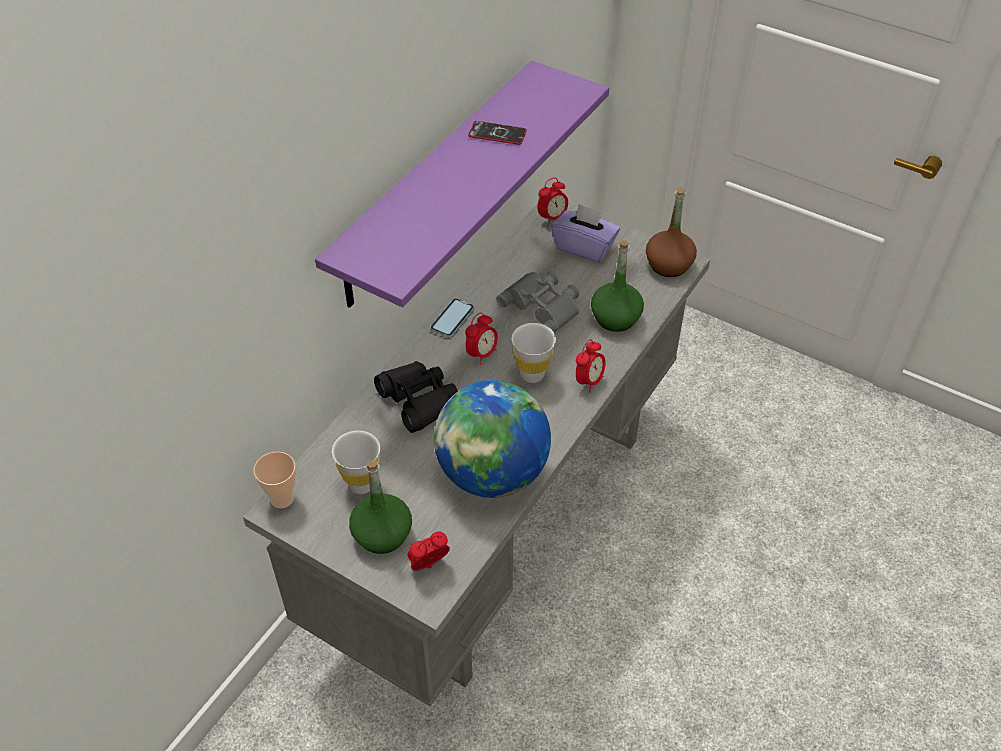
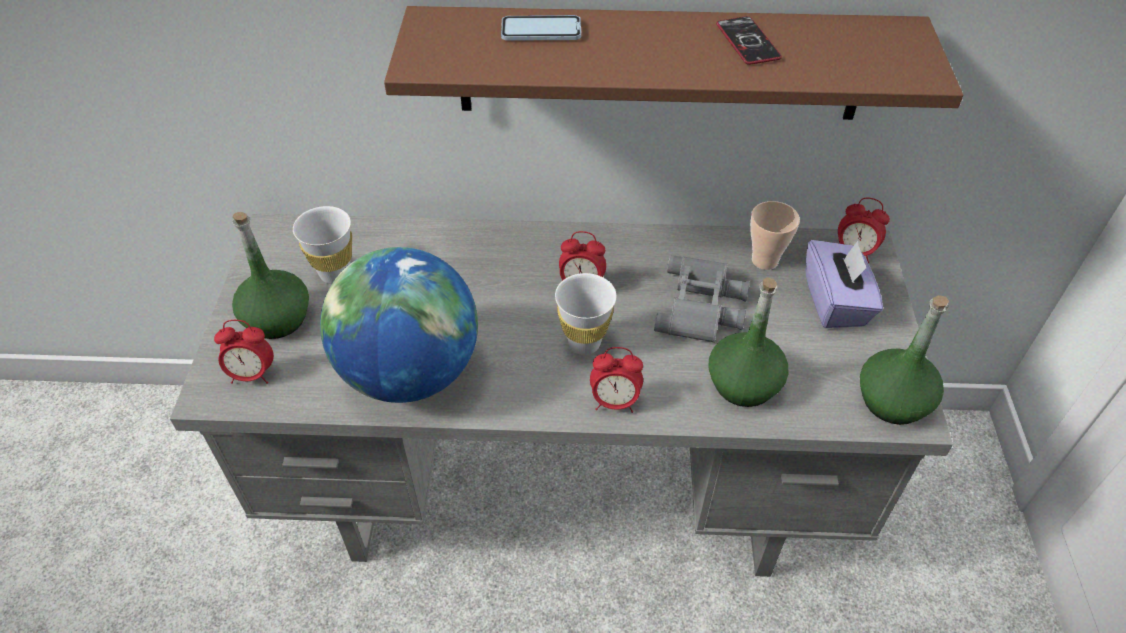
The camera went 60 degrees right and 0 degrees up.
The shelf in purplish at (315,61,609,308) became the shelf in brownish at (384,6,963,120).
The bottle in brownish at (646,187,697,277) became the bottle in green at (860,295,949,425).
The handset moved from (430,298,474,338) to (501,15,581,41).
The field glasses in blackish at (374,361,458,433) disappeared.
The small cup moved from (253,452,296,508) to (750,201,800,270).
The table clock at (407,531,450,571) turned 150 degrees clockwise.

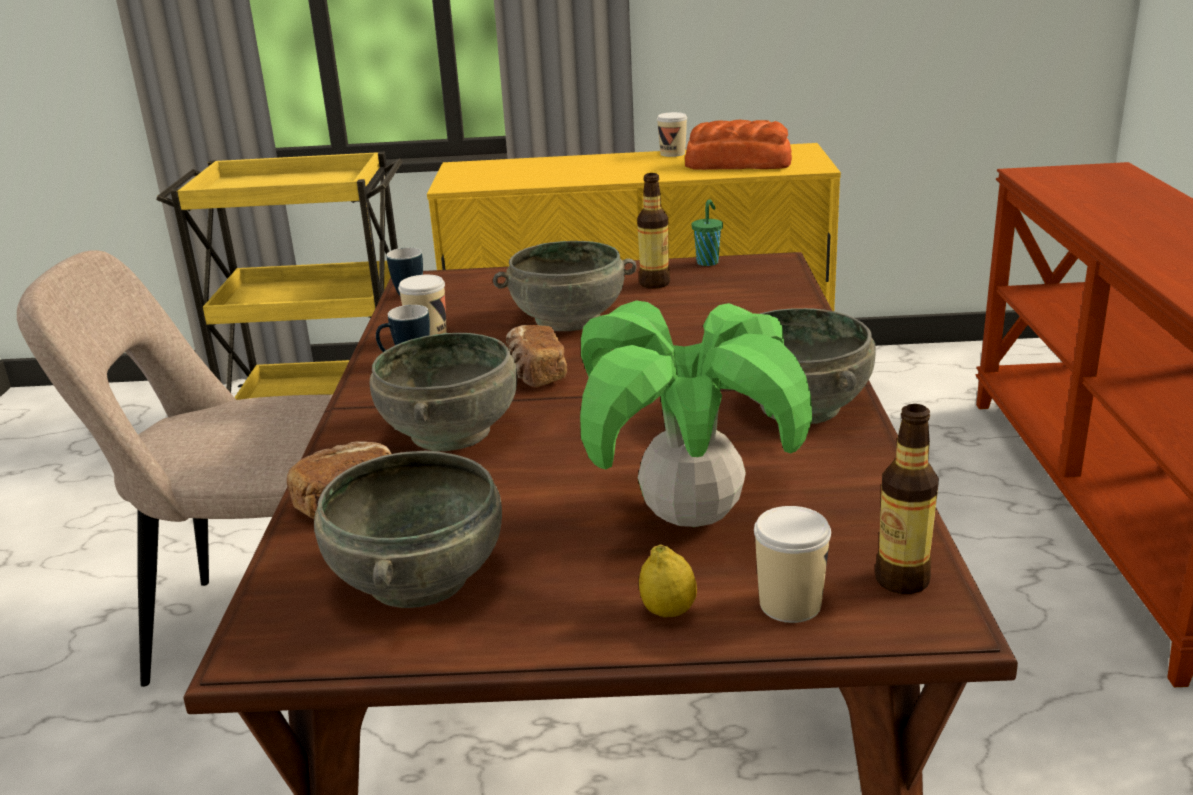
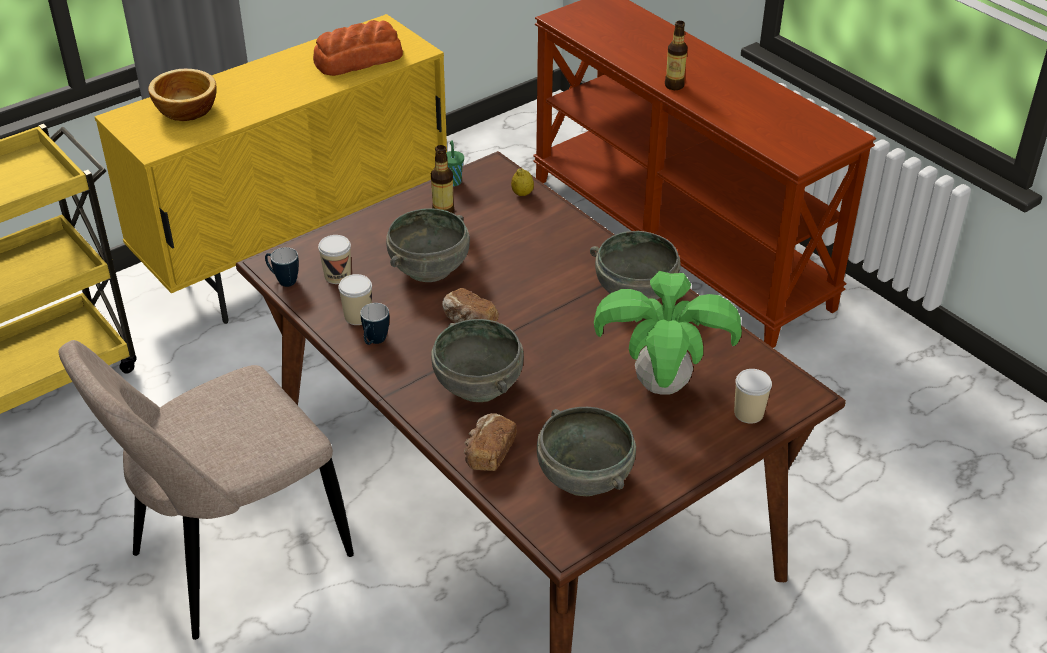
The camera went 40 degrees left and 15 degrees up.
The small cup moved from (657,112,687,157) to (318,235,351,284).
The bottle moved from (875,404,939,594) to (665,21,687,90).
The citrus fruit moved from (639,545,697,618) to (511,168,534,196).
The deep dish at (148,69,217,121) appeared.

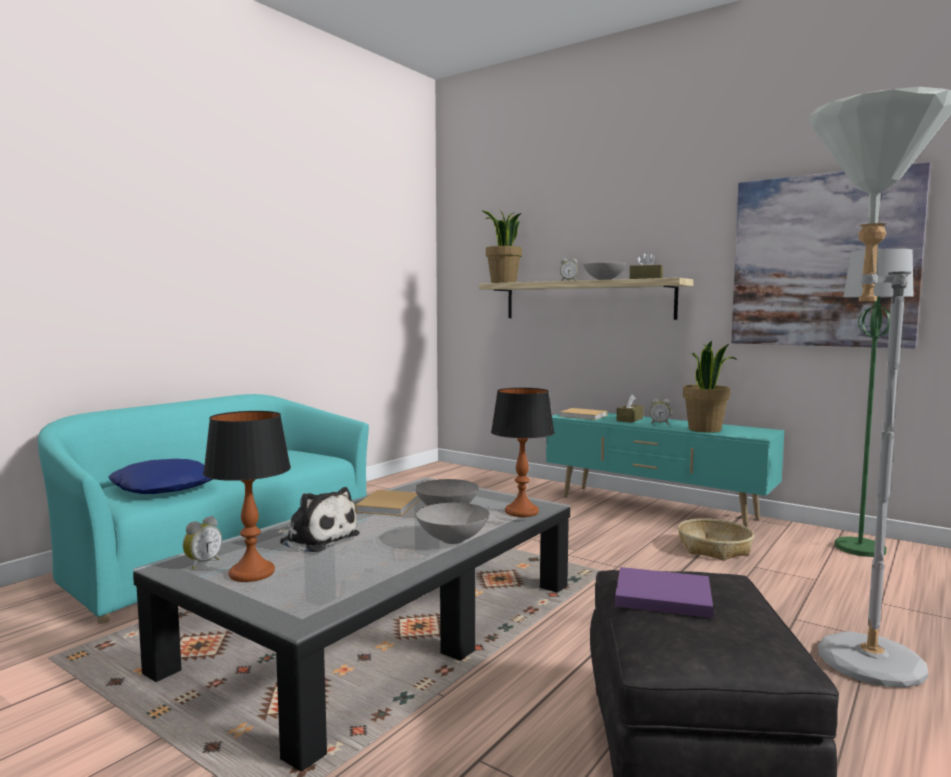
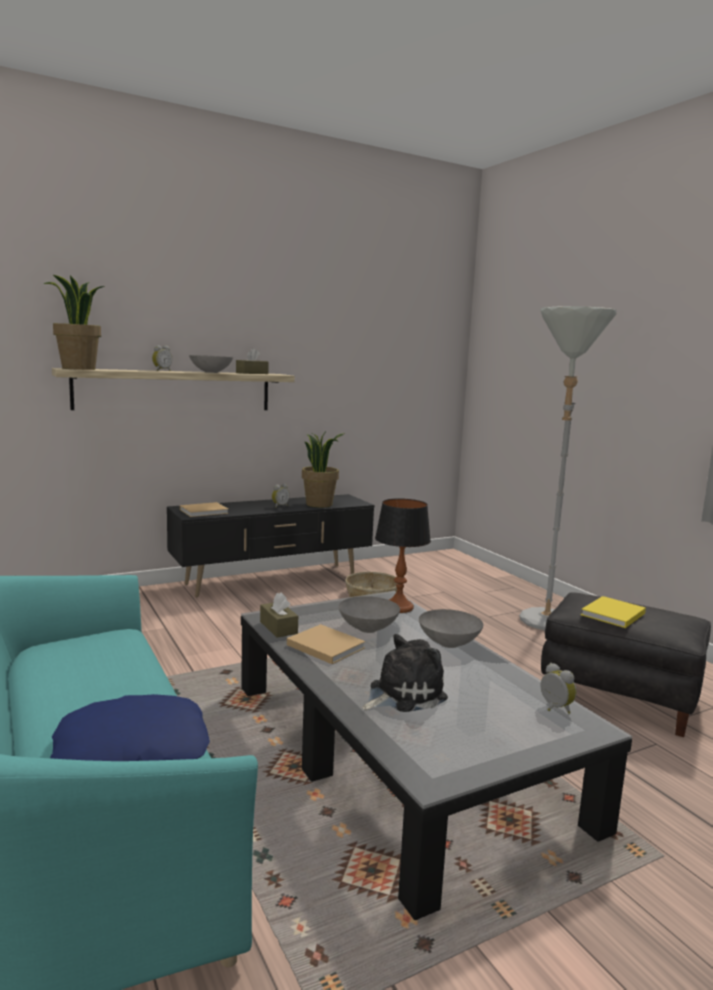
The camera went 65 degrees left and 5 degrees up.
The picture at (731,162,930,348) disappeared.
The standing lamp in green at (835,249,914,557) disappeared.
The tissue holder in brownish moved from (617,395,643,423) to (260,593,298,638).
The tabletop lamp at (203,411,291,582) disappeared.
The tv stand in turquoise-coloured at (546,413,785,527) became the tv stand in blackish at (167,494,375,597).
The table clock moved from (183,516,222,569) to (541,663,576,714).
The book in purplish at (615,567,713,618) became the book in yellow at (581,596,646,628).

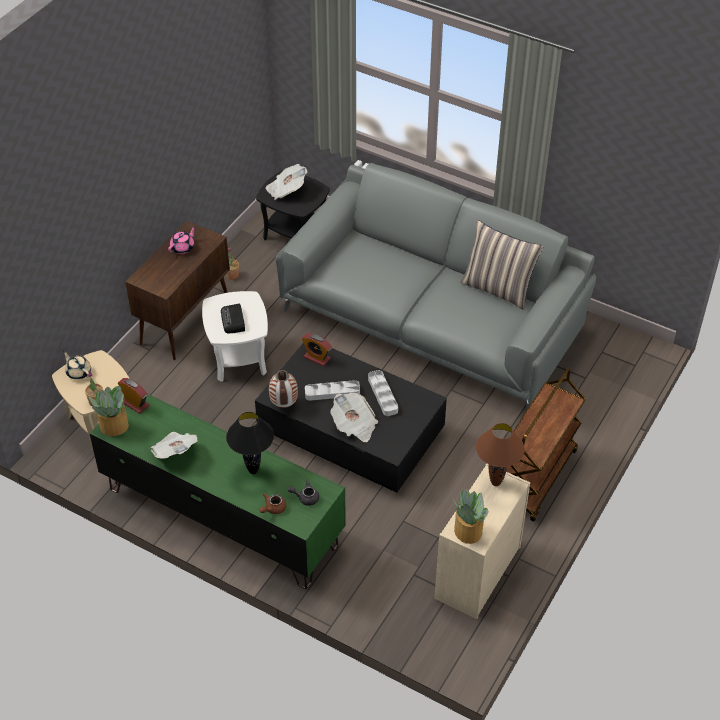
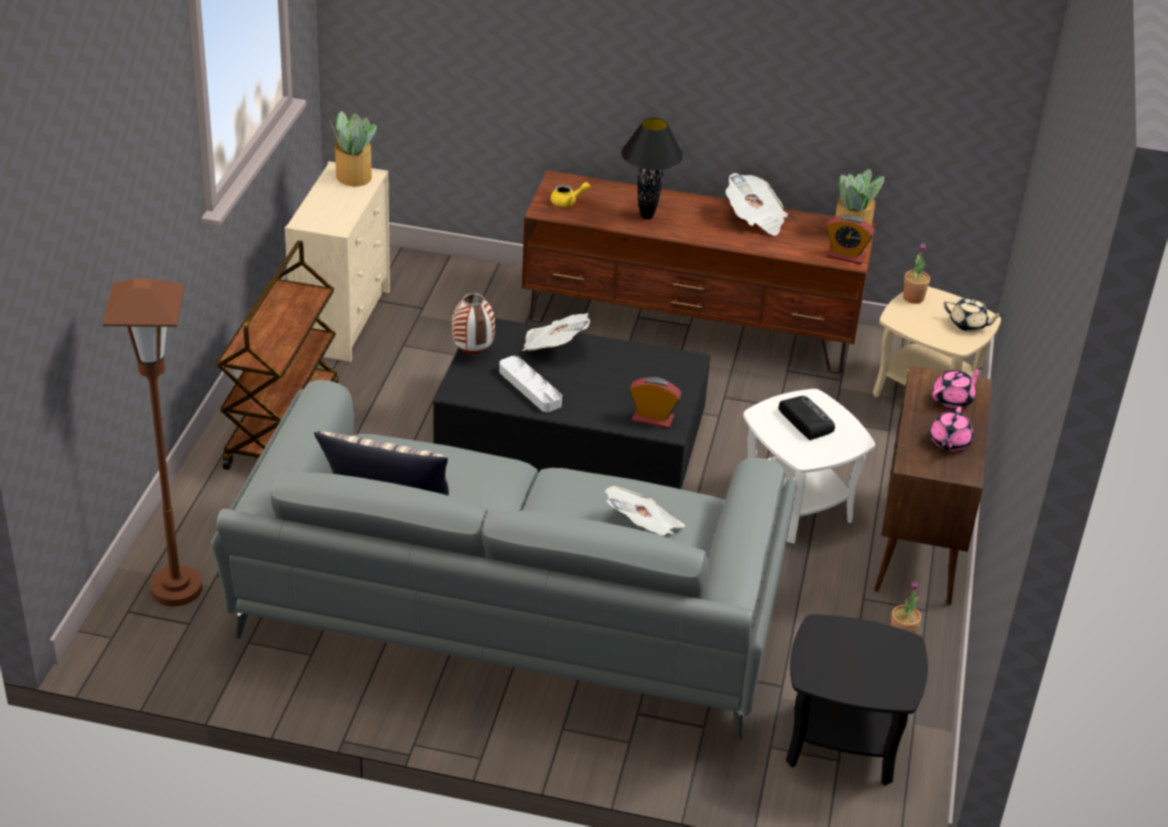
The camera went 160 degrees right and 10 degrees down.
The printed paper moved from (266,164,307,200) to (605,486,685,536).
The flower vase moved from (269,370,298,408) to (452,292,495,354).
The carrying tray in gray at (305,380,360,401) disappeared.
The tv stand in green at (89,394,346,589) became the tv stand in brownish at (522,170,876,374).
The tabletop lamp in brownish at (476,423,525,486) disappeared.
The tea pot in gray at (288,480,319,506) became the tea pot in yellow at (550,182,590,207).
The tea pot in brownish at (259,493,286,514) disappeared.
The standing lamp in brownish at (103,279,202,606) appeared.
The tea pot in pinkish at (932,367,982,408) appeared.

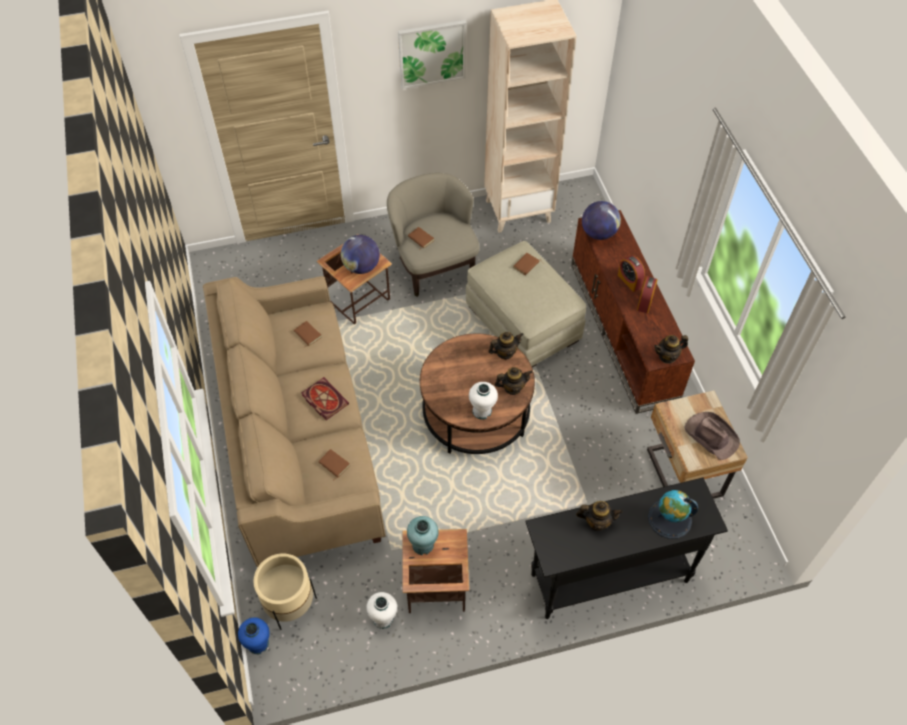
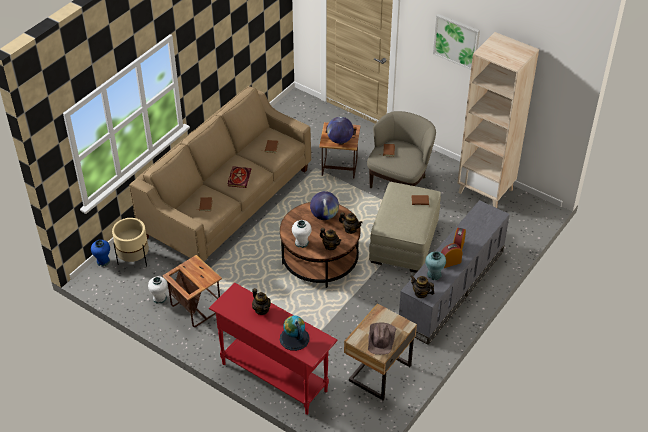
The camera went 50 degrees right and 10 degrees down.
The world globe moved from (582,201,621,240) to (310,191,339,220).
The tv stand in brownish at (571,210,695,414) became the tv stand in gray at (399,200,510,345).
The hall table in blackish at (525,478,728,619) became the hall table in red at (209,283,338,415).
The flower vase in turquoise-coloured moved from (407,516,439,555) to (425,251,446,280).

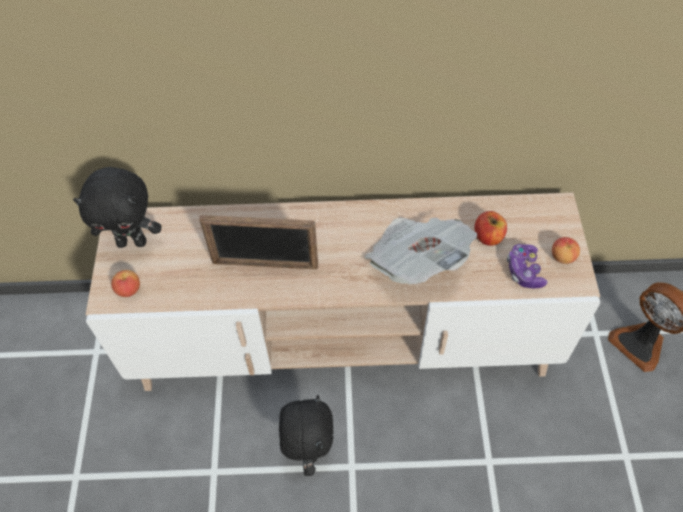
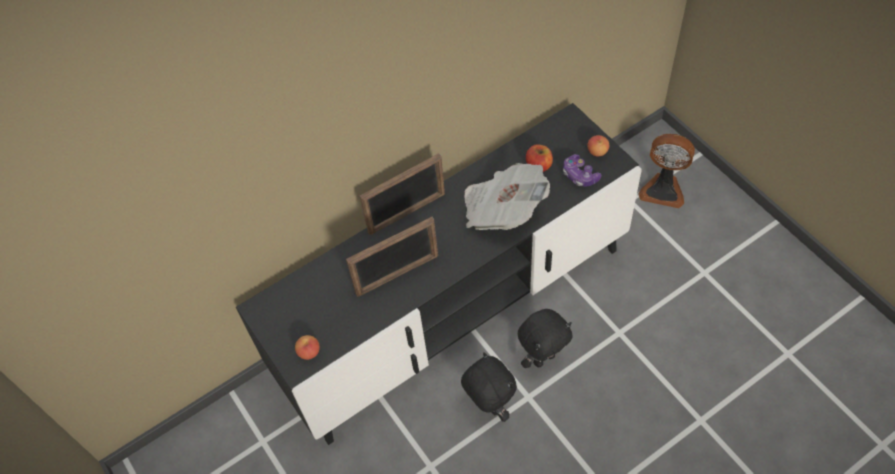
The camera went 30 degrees left and 0 degrees up.
The cuddly toy in blackish moved from (73,167,161,248) to (518,309,573,368).
The tv stand in sand-coloured at (86,193,600,391) became the tv stand in blackish at (236,103,642,445).
The standing frame at (360,153,445,235) appeared.

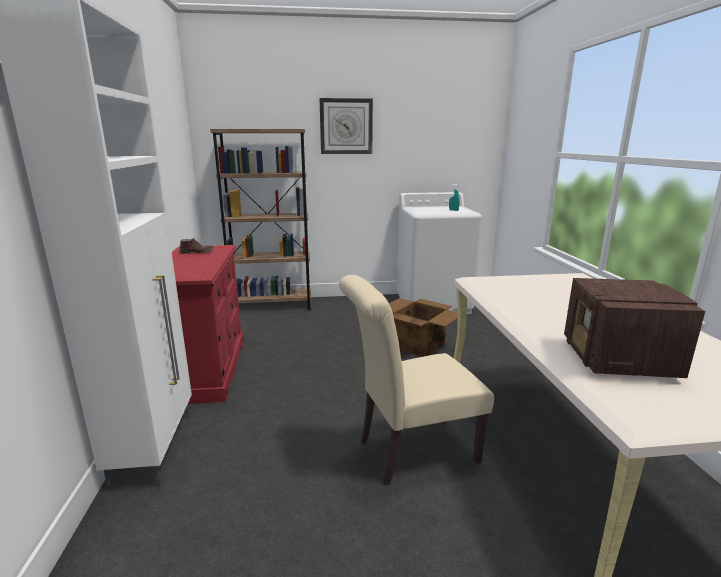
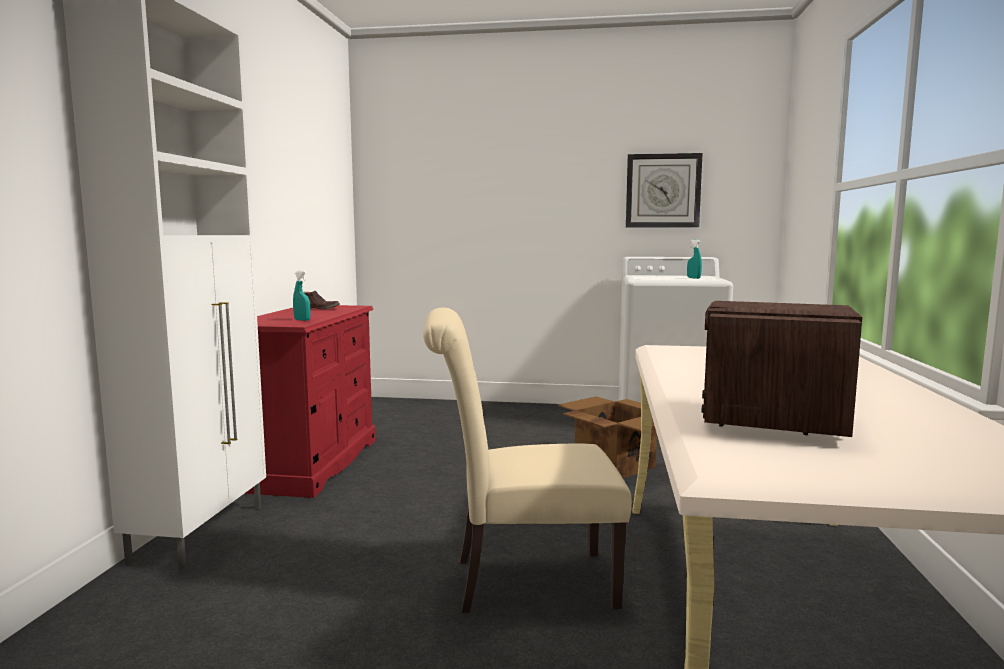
The camera went 15 degrees right and 10 degrees down.
The clock on the wall moved from (319,98,373,154) to (626,153,703,227).
The shelving unit in brownish at (210,129,311,311) disappeared.
The spray bottle in turquoise-coloured at (293,271,310,321) appeared.

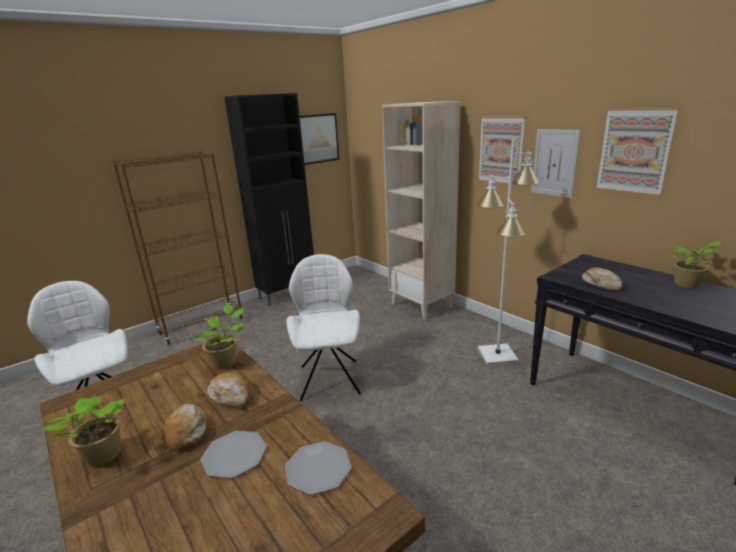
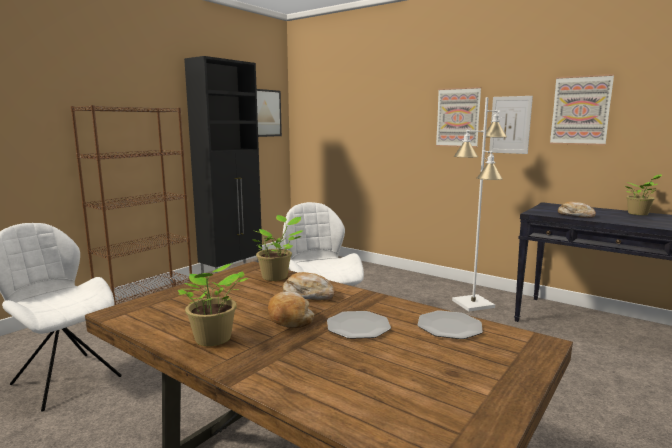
The camera went 15 degrees left and 10 degrees down.
The shelving unit in sand-coloured at (382,101,461,320) disappeared.

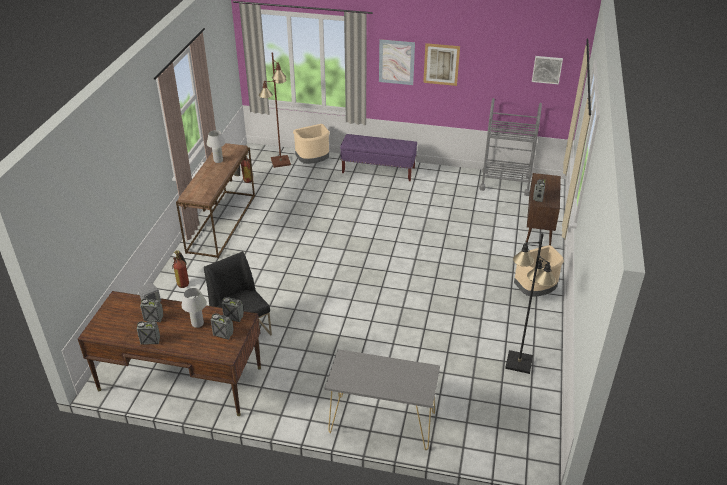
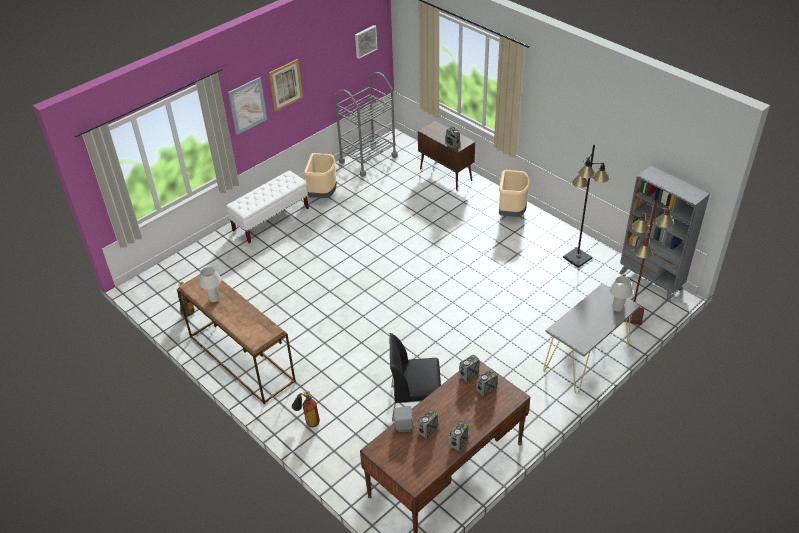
The camera went 55 degrees left and 5 degrees up.
The standing lamp in brownish moved from (259,52,291,168) to (624,199,674,325).
The trash can in sand-coloured moved from (293,124,330,164) to (304,153,337,198).
The indoor bench in purplish at (340,134,417,181) became the indoor bench in whitish at (226,171,309,244).
The tabletop lamp in whitish moved from (182,288,207,328) to (610,276,633,312).
The shelving unit in gray at (619,165,710,301) appeared.

